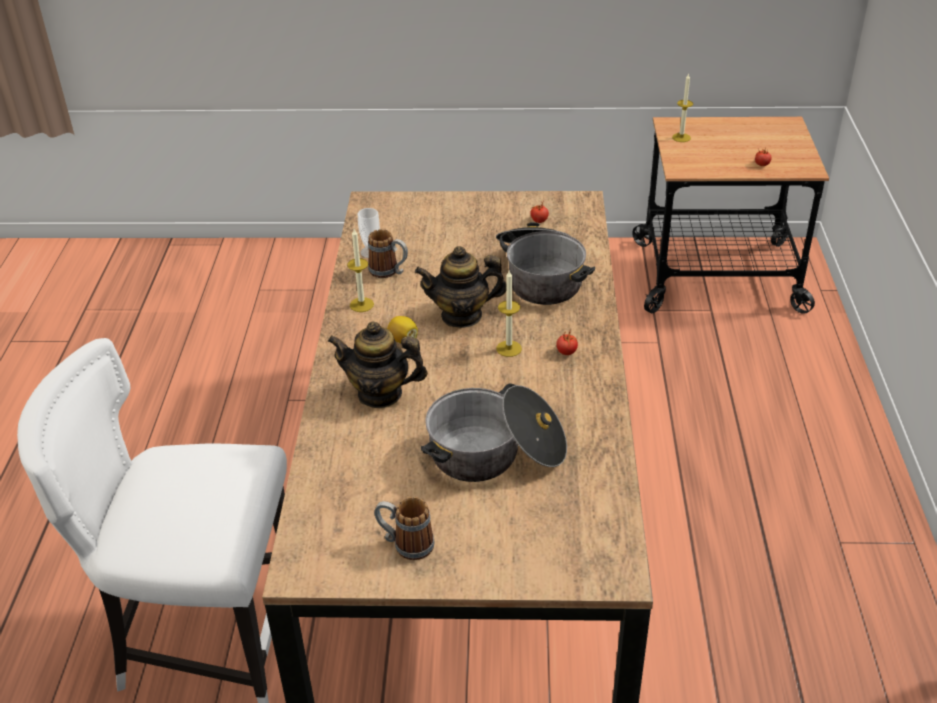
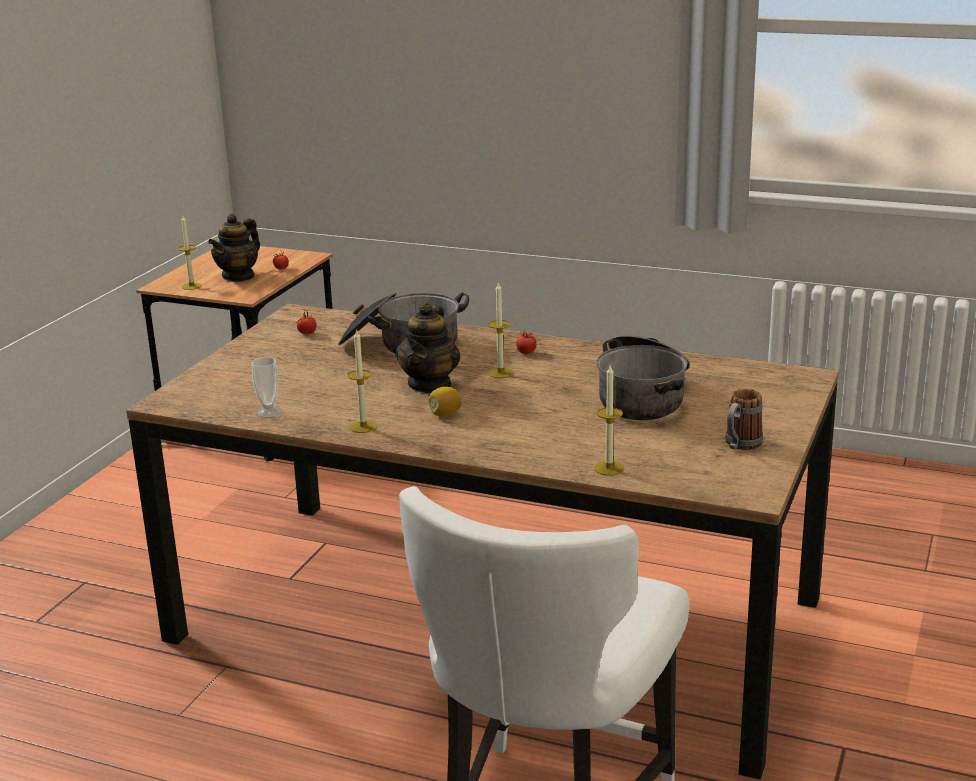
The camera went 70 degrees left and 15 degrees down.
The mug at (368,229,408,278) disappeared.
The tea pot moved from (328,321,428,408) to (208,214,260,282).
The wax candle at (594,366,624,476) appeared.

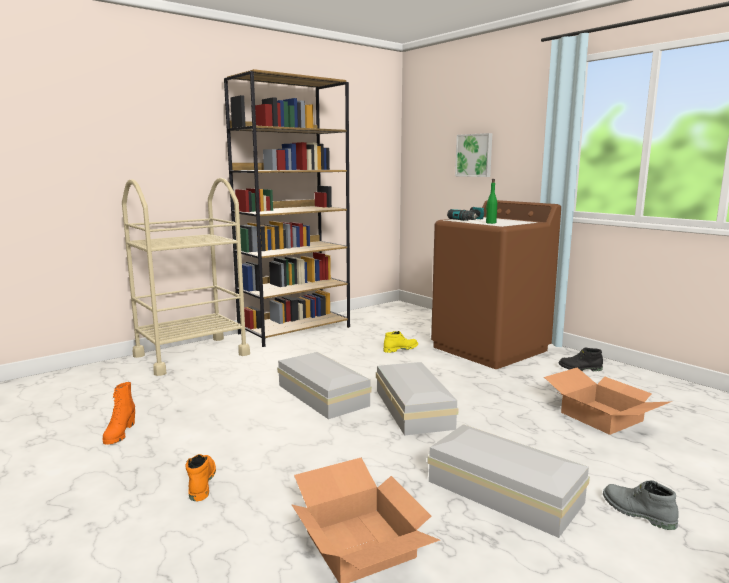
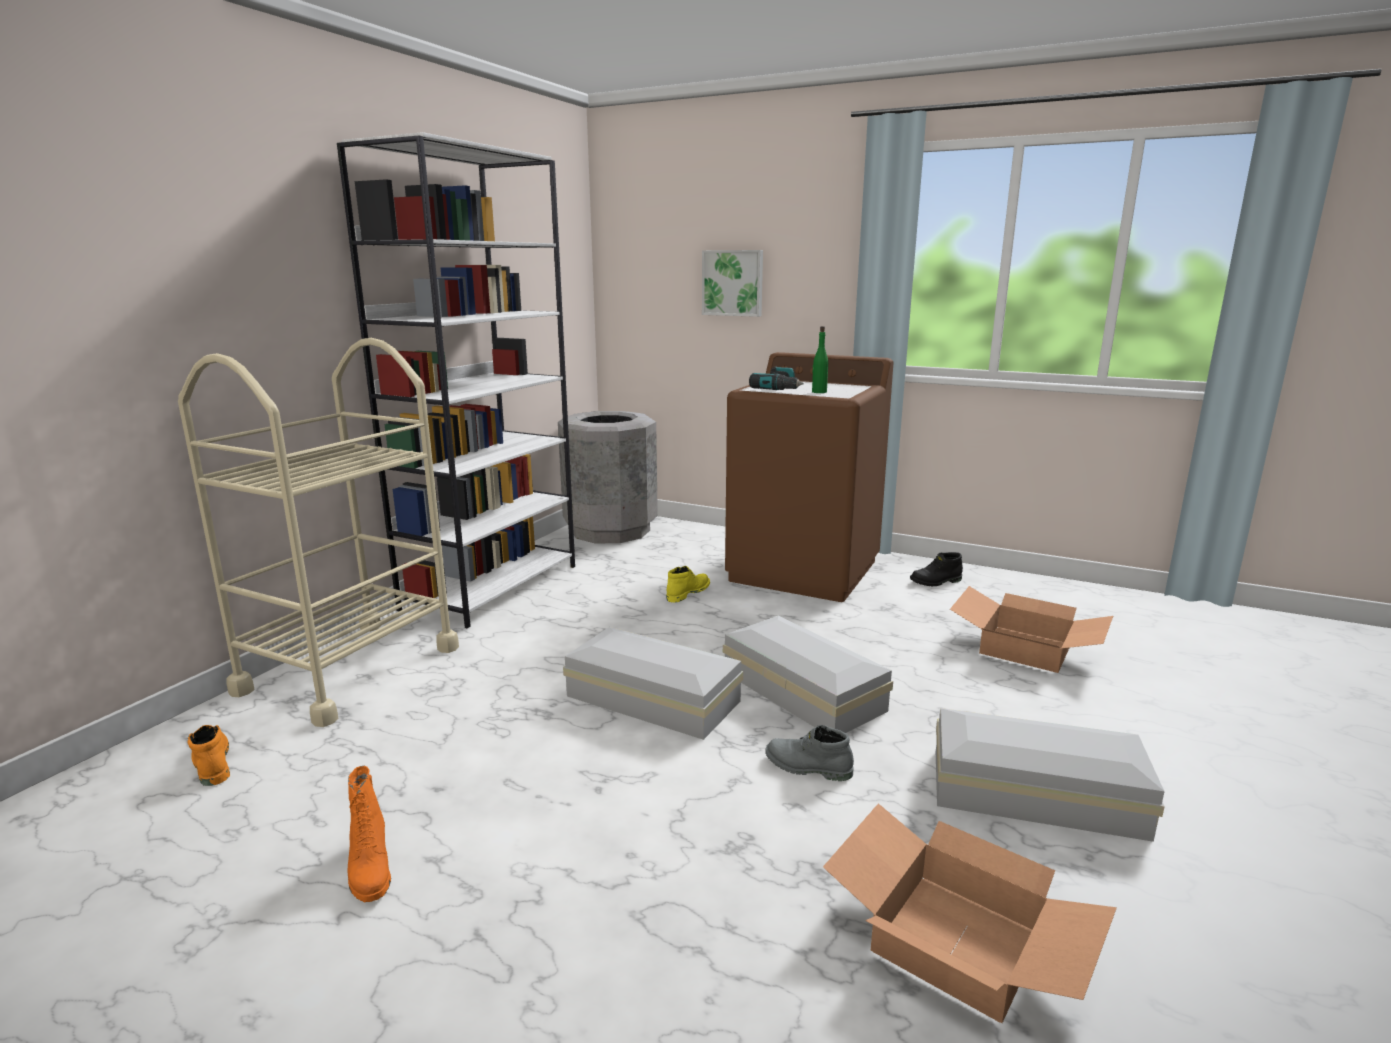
The camera went 25 degrees left and 5 degrees up.
The shelving unit in brownish at (224,69,350,347) became the shelving unit in whitish at (337,132,575,628).
The boot in orange moved from (185,454,216,501) to (188,725,230,786).
The boot in gray moved from (603,480,679,530) to (765,725,854,781).
The trash can in gray at (558,411,658,543) appeared.

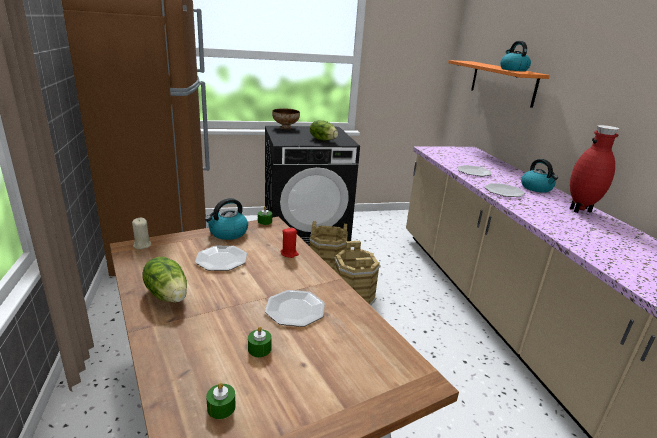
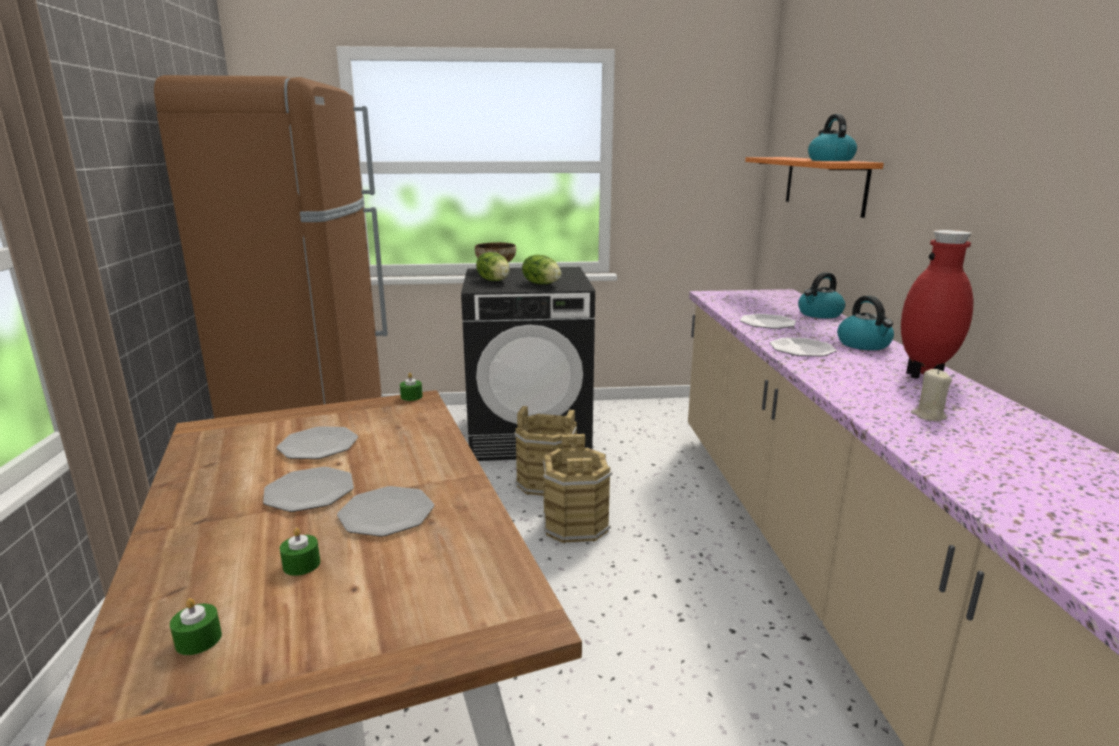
The camera went 10 degrees right and 5 degrees down.
The tea kettle moved from (205,198,248,240) to (798,272,845,318).
The wax candle in sand-coloured moved from (132,218,151,249) to (911,369,952,422).
The wax candle in red at (281,227,299,258) disappeared.
The lettuce moved from (143,257,187,303) to (476,252,510,281).
The plate at (263,467,354,512) appeared.

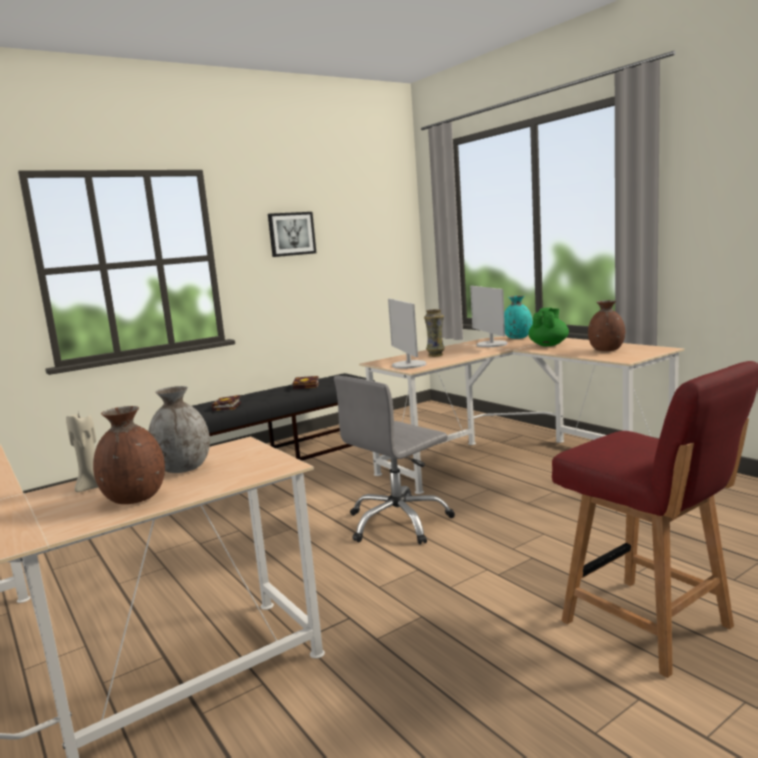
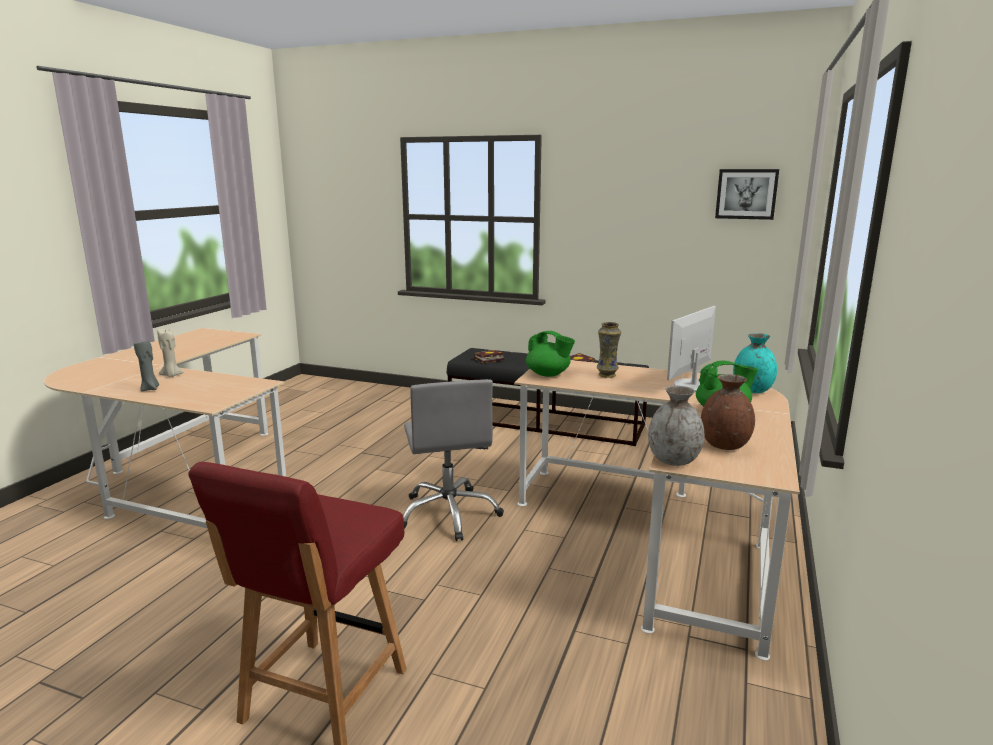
The camera went 55 degrees right and 5 degrees up.
The picture moved from (268,212,316,257) to (715,169,779,220).
The computer display at (388,298,426,369) was replaced by the tea pot in green at (526,331,575,377).
The office chair in gray at (334,376,455,545) turned 120 degrees counterclockwise.
The flower vase in gray moved from (148,386,210,473) to (648,385,704,466).
The flower vase in brownish at (93,406,165,504) was replaced by the wax candle in gray at (134,340,159,391).

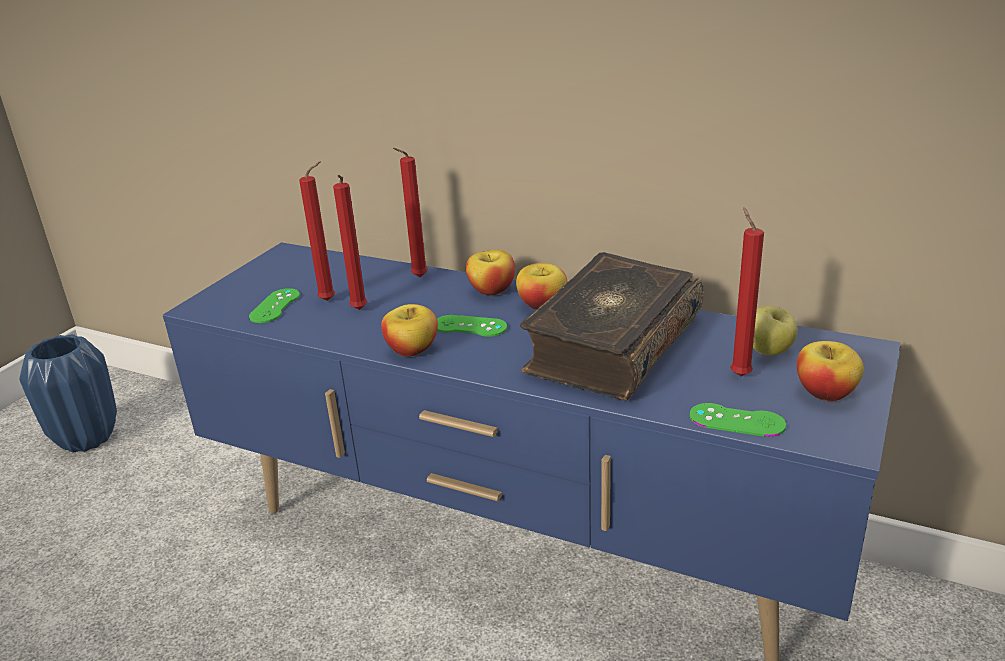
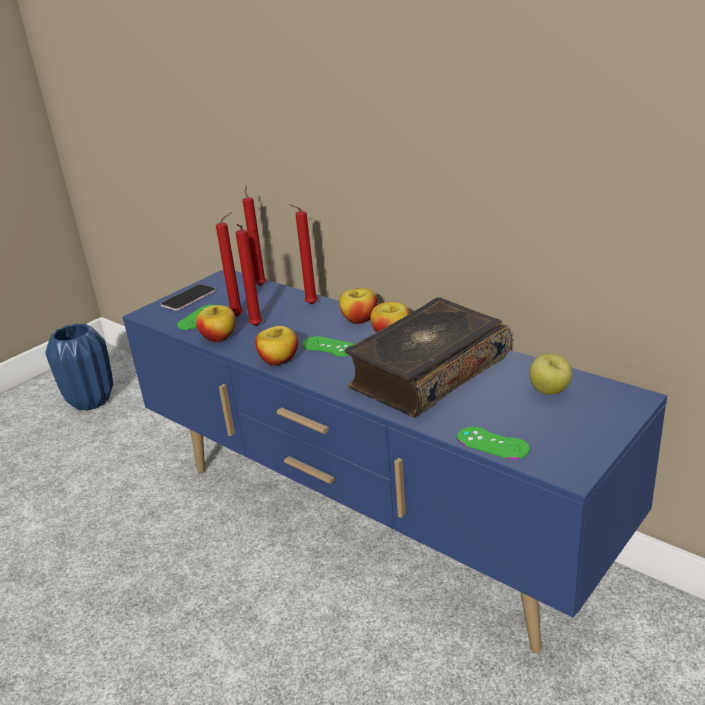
The camera went 15 degrees right and 0 degrees up.
The wax candle in red moved from (730,207,764,376) to (243,186,266,286).
The apple fruit moved from (797,341,864,401) to (196,305,236,342).
The handset at (160,284,216,311) appeared.

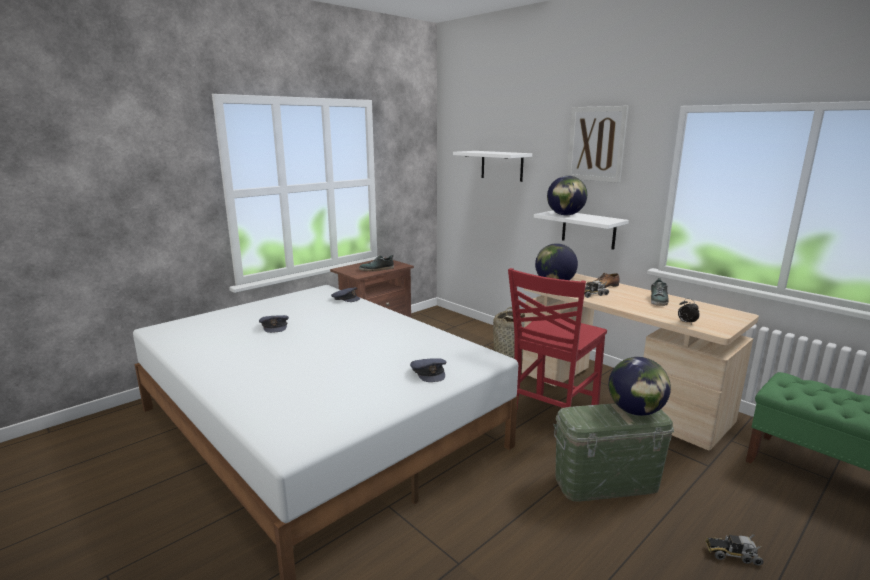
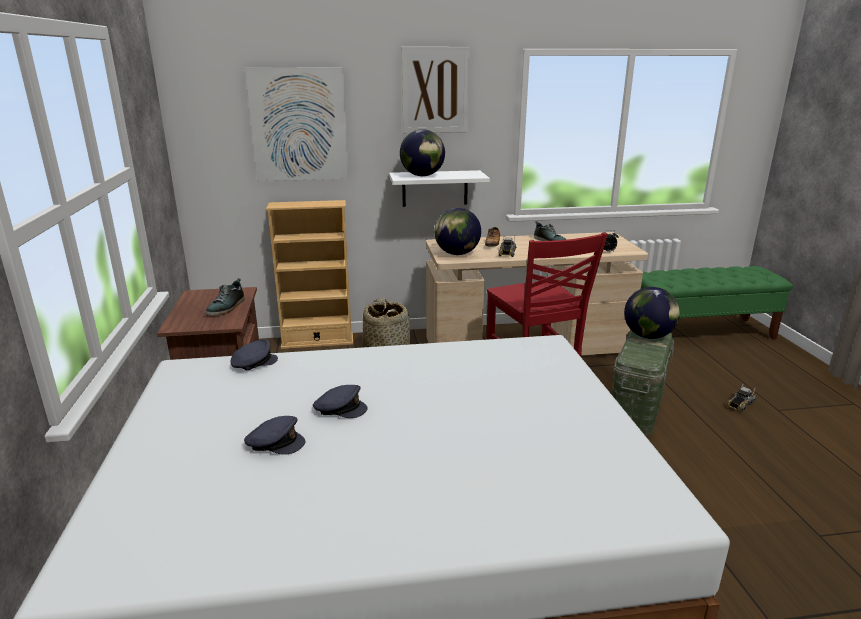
The camera went 55 degrees left and 5 degrees up.
The shelf in whitish at (453,151,532,182) was replaced by the picture at (245,67,349,181).
The cap in gray moved from (410,358,446,382) to (313,385,368,418).
The shelving unit in sand-coloured at (266,200,353,349) appeared.

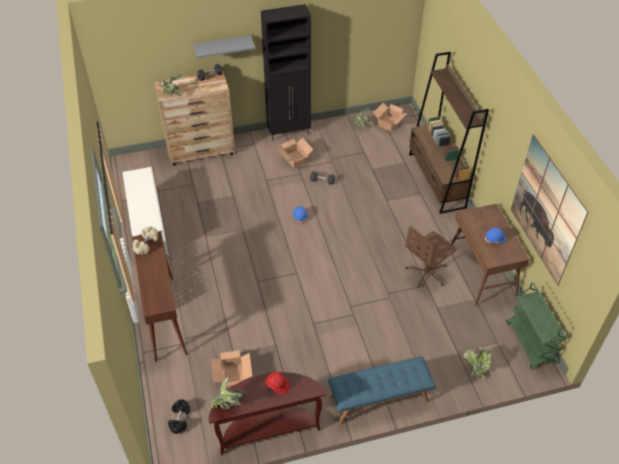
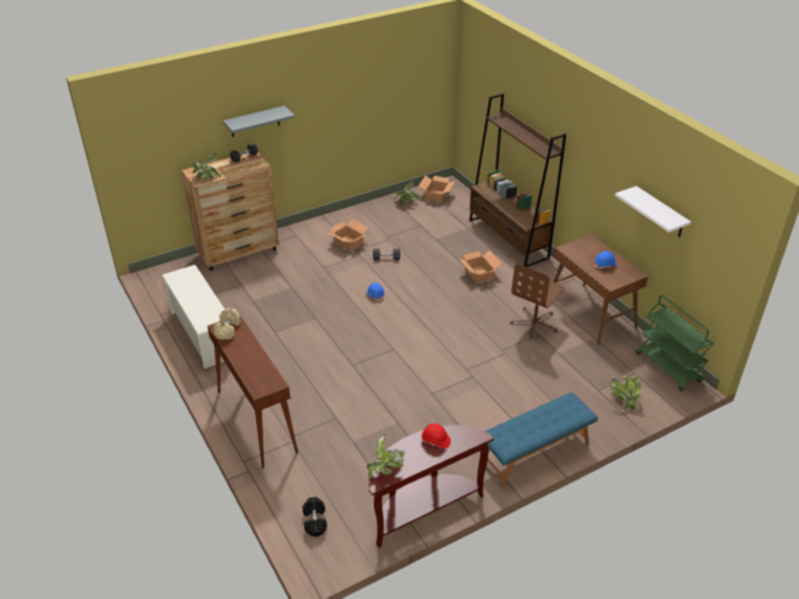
The camera went 15 degrees left and 10 degrees down.
The storage cabinet in blackish at (261,4,311,141) disappeared.
The picture at (511,134,588,286) was replaced by the shelf in whitish at (615,186,691,237).
The packing box moved from (211,350,252,389) to (459,251,502,284).

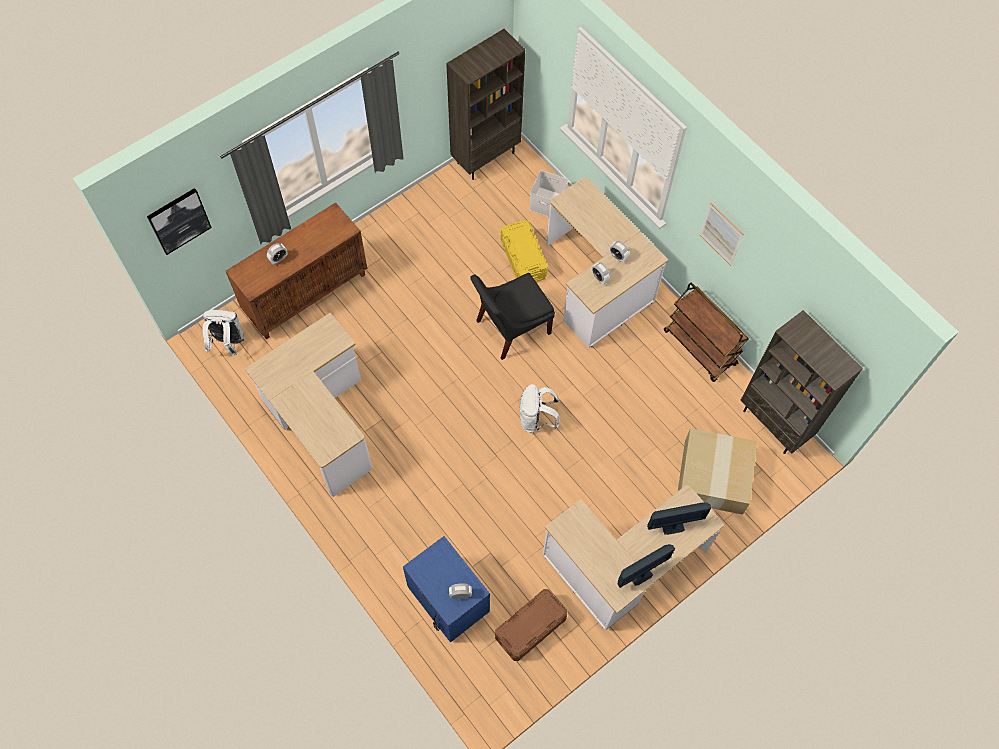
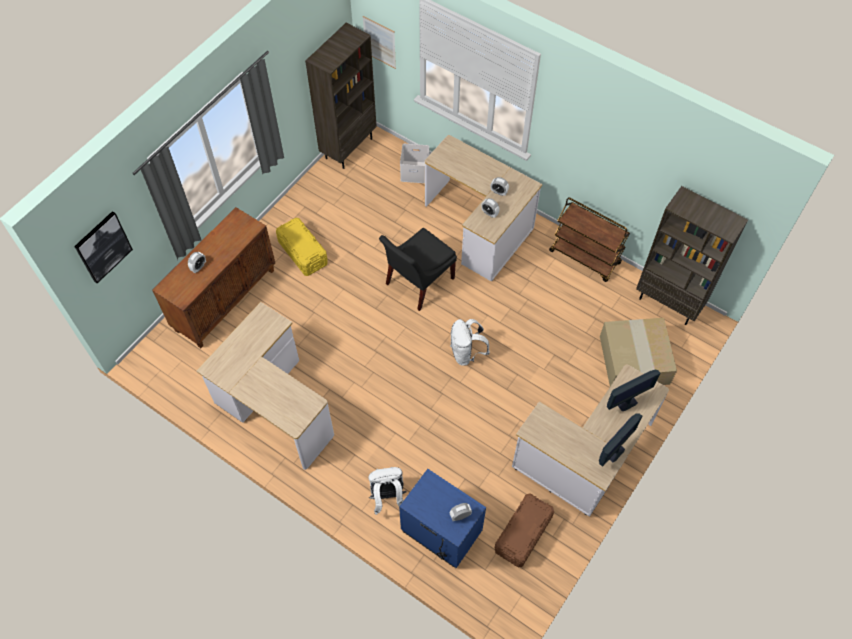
The camera went 15 degrees left and 5 degrees down.
The picture moved from (700,202,744,266) to (362,16,396,69).
The storage container in yellow moved from (501,220,548,282) to (276,218,328,276).
The rucksack in whitish moved from (202,310,244,356) to (368,467,407,515).

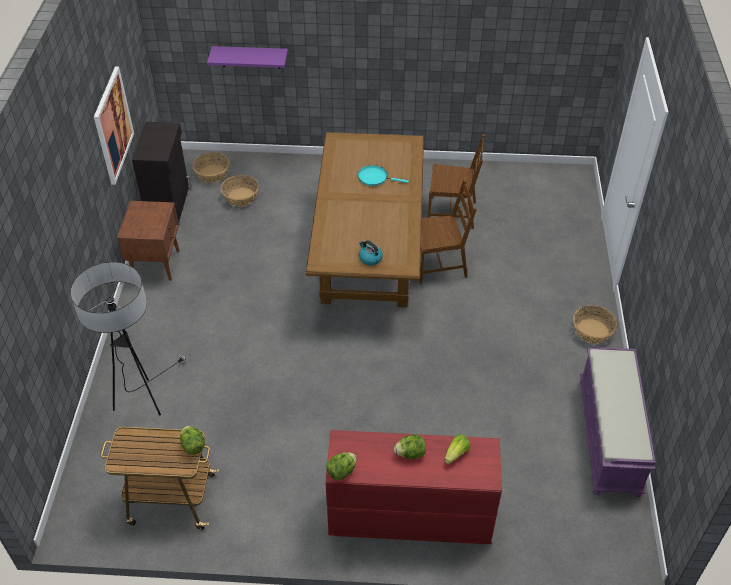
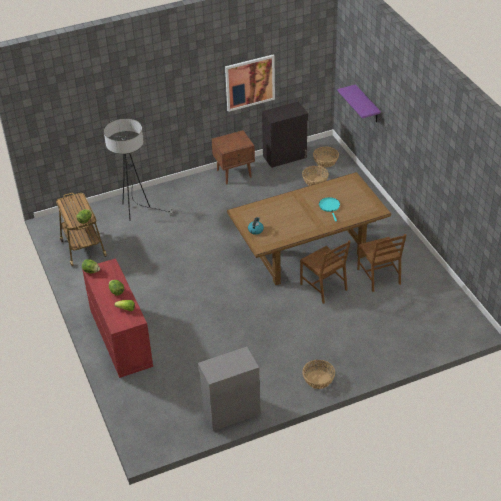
The camera went 65 degrees right and 5 degrees down.
The indoor bench in purplish at (580,347,656,497) was replaced by the storage cabinet in gray at (198,347,261,431).

